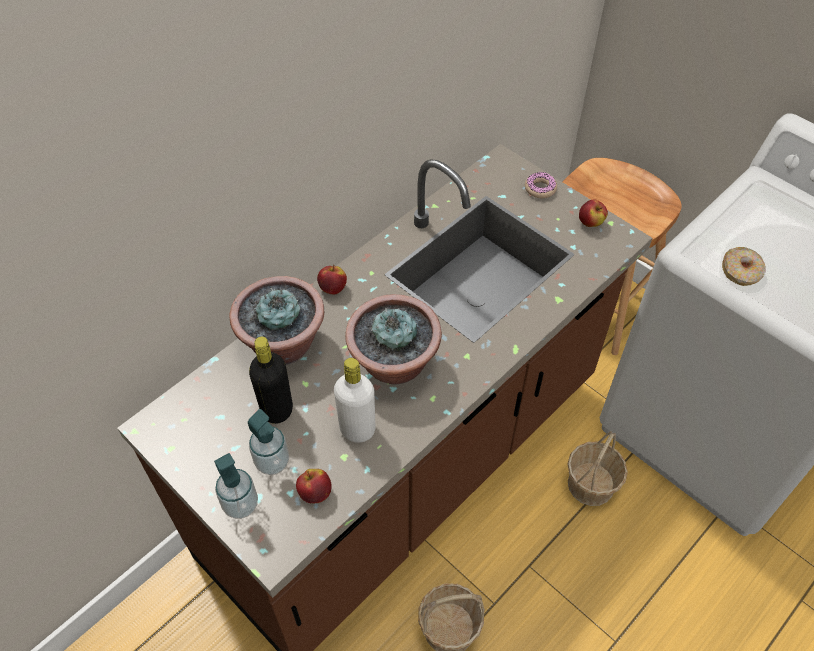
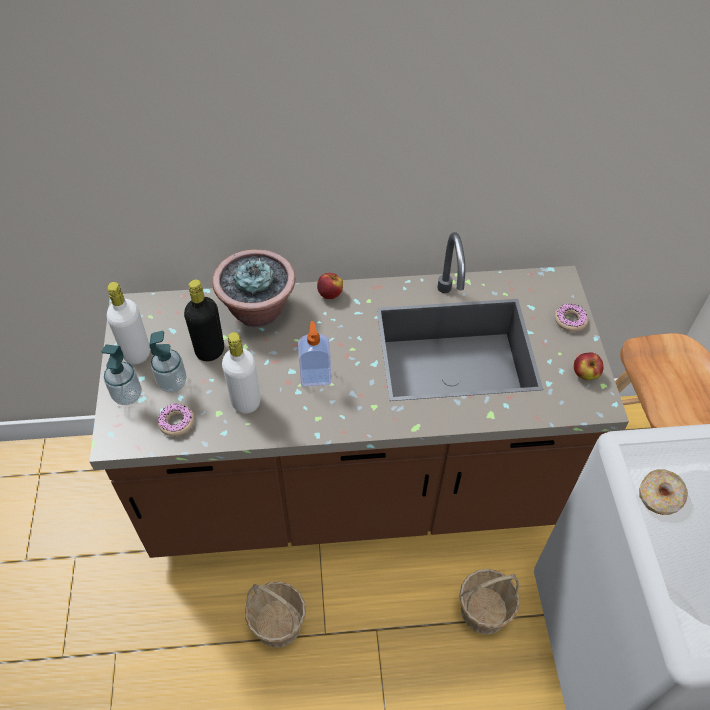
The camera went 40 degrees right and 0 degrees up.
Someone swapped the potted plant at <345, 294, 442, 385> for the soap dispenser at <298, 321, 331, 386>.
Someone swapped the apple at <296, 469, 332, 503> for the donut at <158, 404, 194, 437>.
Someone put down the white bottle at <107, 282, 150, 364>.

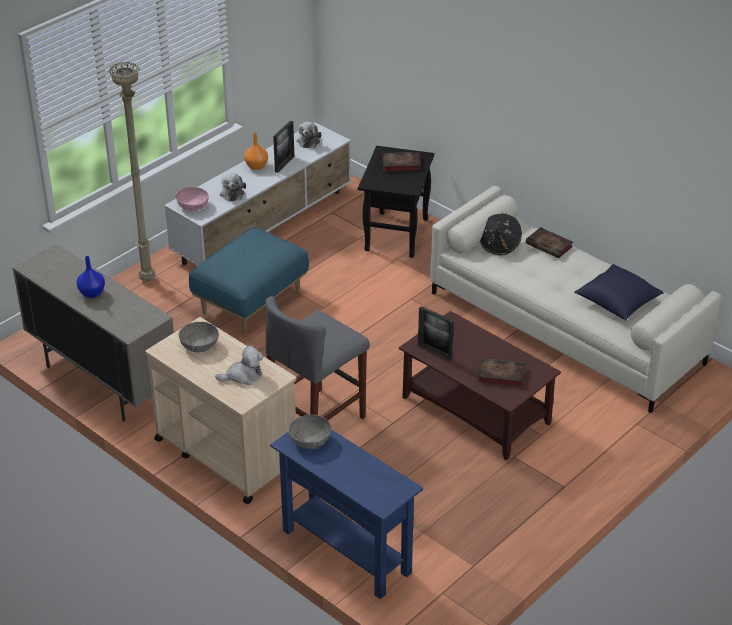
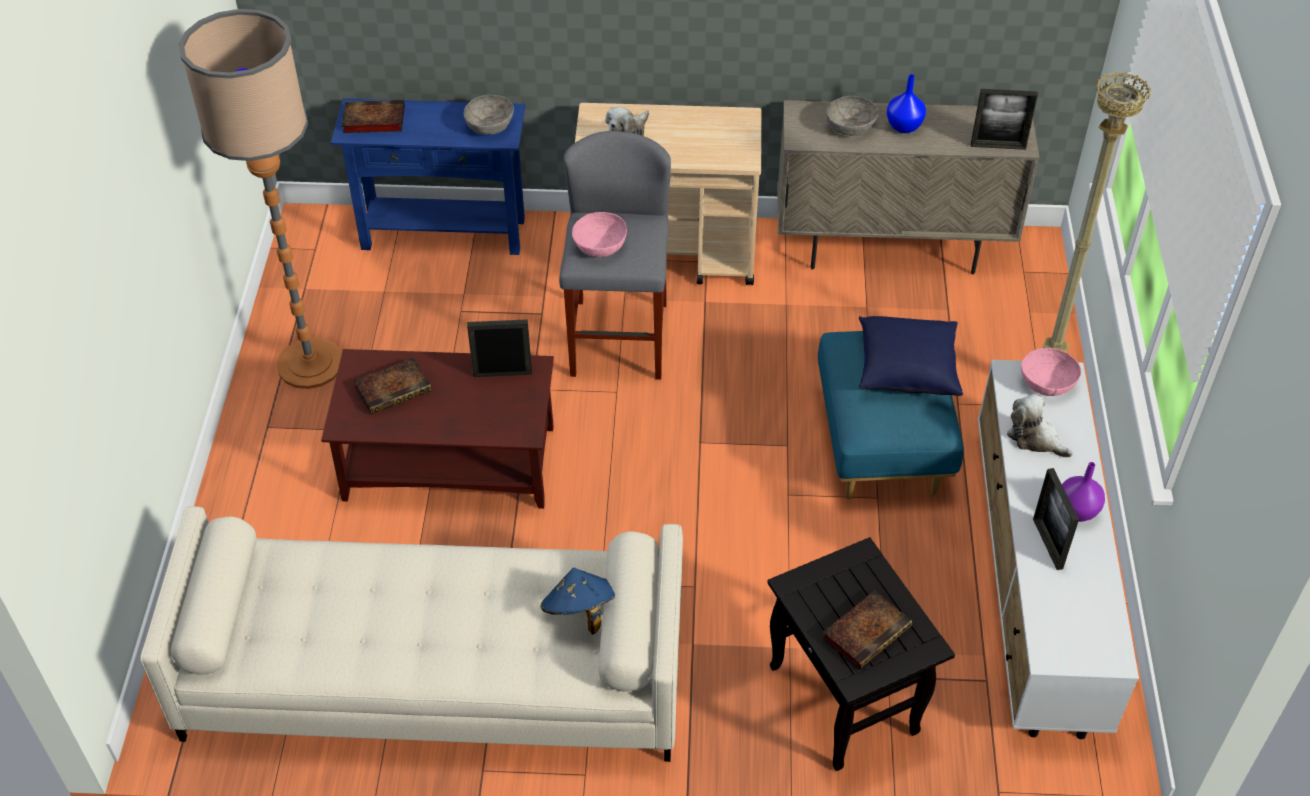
The camera went 140 degrees right and 10 degrees up.
Someone took away the plush toy at <297, 122, 321, 148>.
Someone repainted the orange vase at <244, 133, 268, 170>, which became the purple vase at <1062, 462, 1105, 522>.
Someone repainted the black hat at <480, 213, 522, 255>, which became the blue hat at <541, 568, 615, 634>.
Someone carried the book from <526, 227, 573, 258> to <342, 100, 405, 133>.
Someone carried the blue pillow from <574, 264, 664, 321> to <859, 316, 963, 396>.
Someone carried the grey bowl from <179, 322, 219, 352> to <826, 96, 878, 136>.
Someone put down the floor lamp at <179, 9, 342, 389>.
Someone put down the picture frame at <971, 89, 1038, 150>.
Someone put down the pink bowl at <572, 212, 627, 257>.

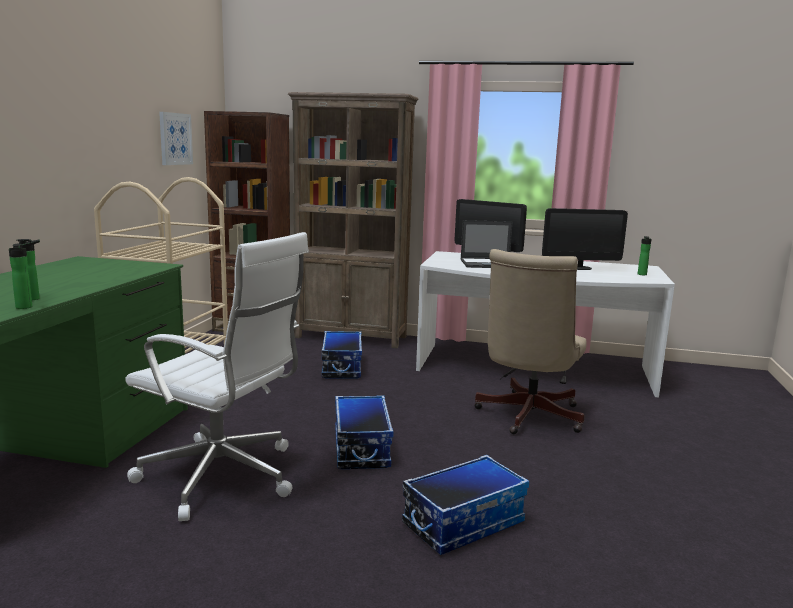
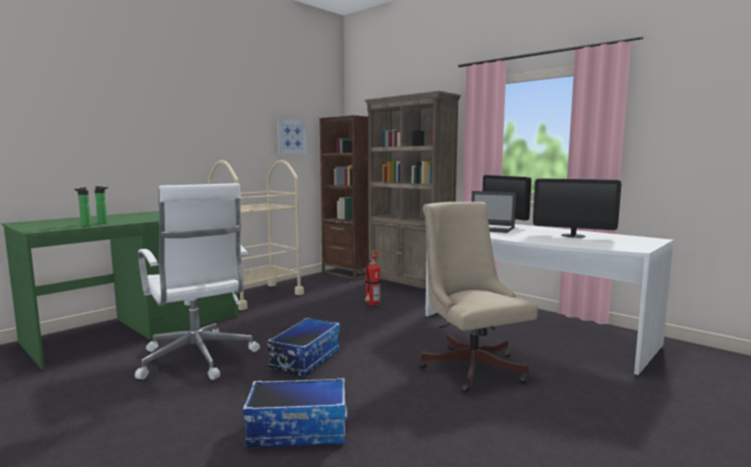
The camera went 30 degrees right and 5 degrees down.
Someone took away the bottle at <638, 236, 651, 275>.
Someone rotated the beige office chair at <474, 249, 587, 434> by 105 degrees clockwise.
Someone swapped the storage box at <322, 331, 362, 379> for the fire extinguisher at <365, 250, 381, 306>.

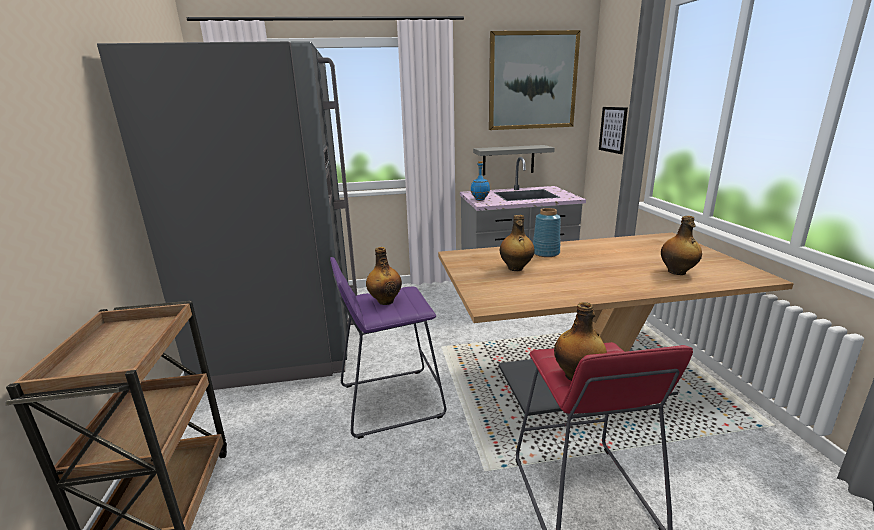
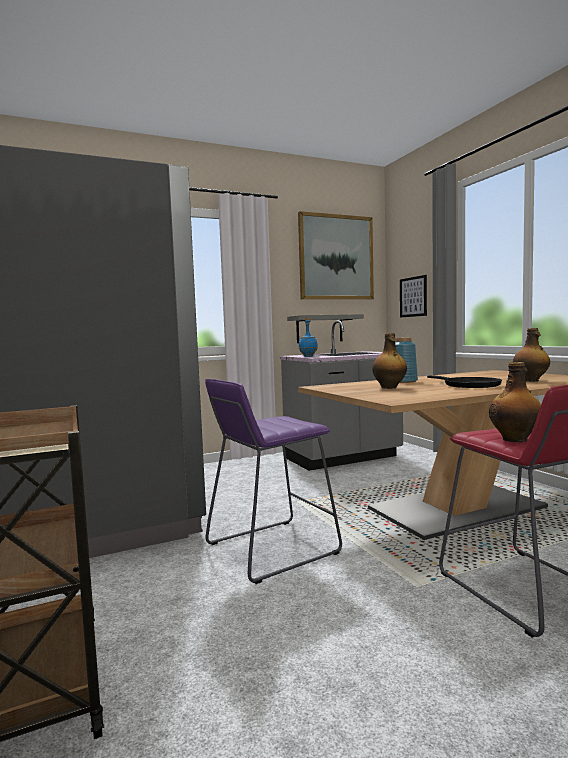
The camera went 15 degrees left and 15 degrees down.
Someone took away the bottle at <366, 247, 402, 305>.
Someone put down the black frying pan at <427, 375, 502, 388>.

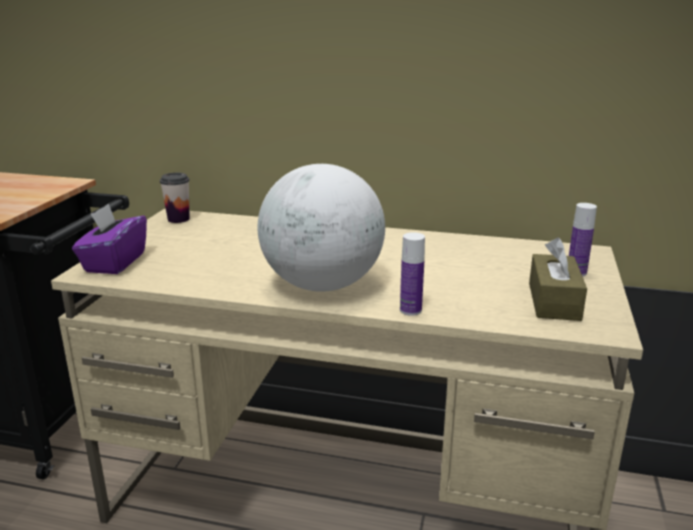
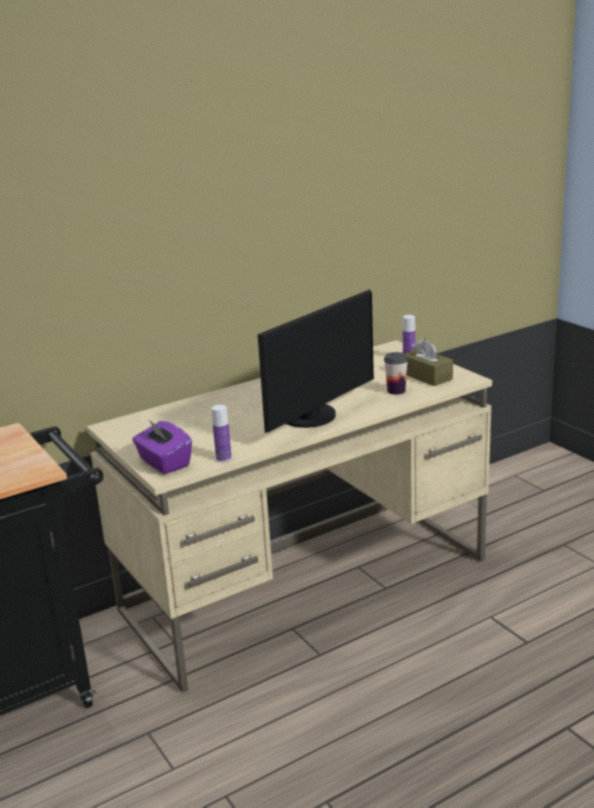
The camera went 45 degrees left and 0 degrees up.
Someone swapped the globe at <257, 164, 385, 292> for the monitor at <258, 289, 374, 433>.
Someone carried the cup from <160, 173, 190, 223> to <384, 352, 408, 395>.
Someone carried the bottle from <400, 232, 425, 316> to <212, 405, 231, 462>.

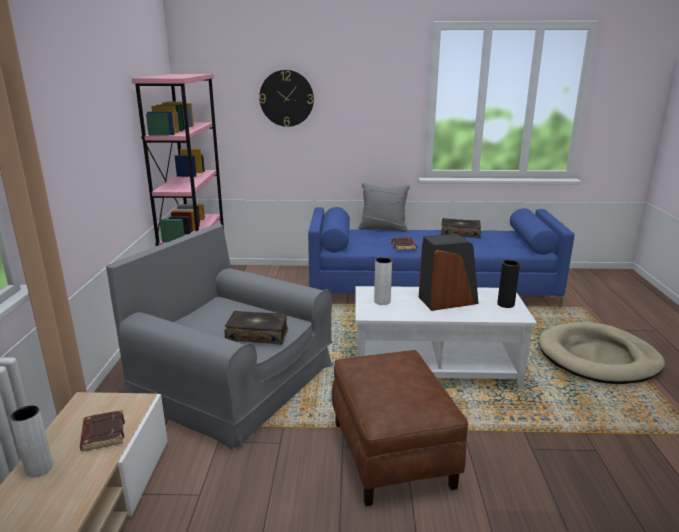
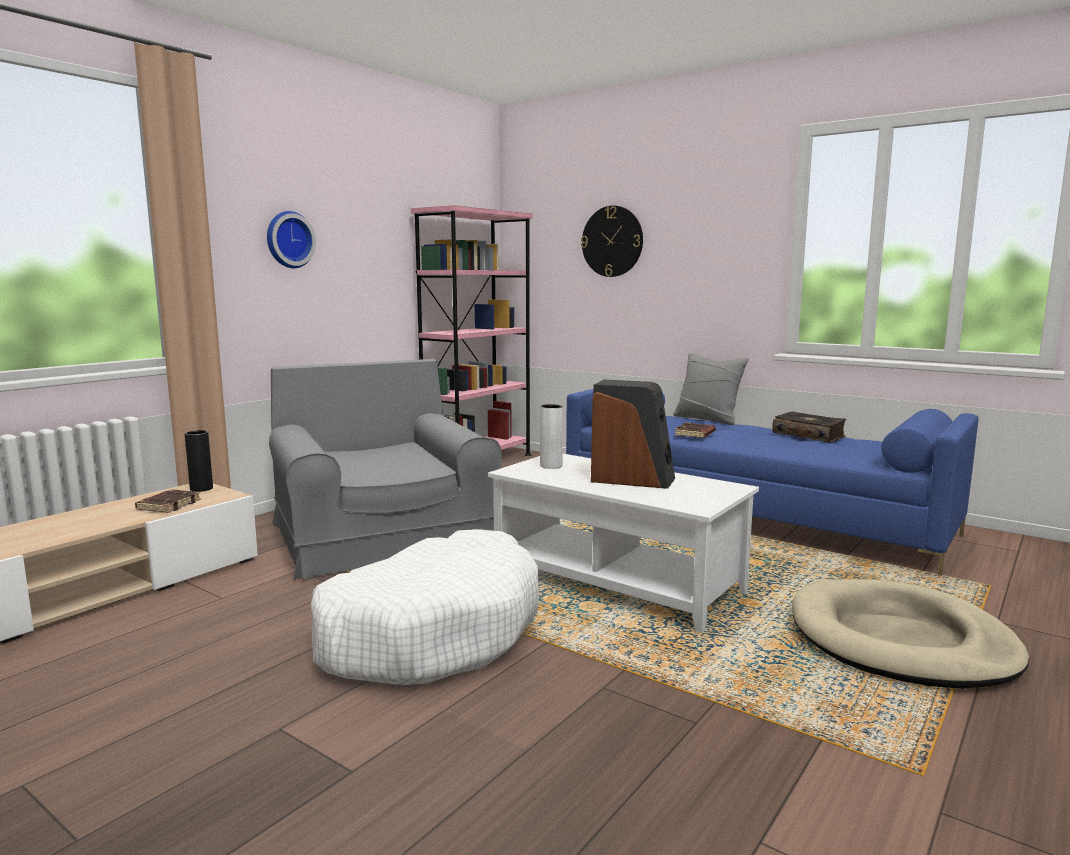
The camera went 35 degrees right and 10 degrees down.
Someone carried the black vase from <497, 260, 520, 308> to <185, 430, 213, 492>.
Someone took away the book at <225, 311, 288, 345>.
Someone swapped the brown ottoman at <332, 350, 468, 506> for the white dog bed at <311, 529, 539, 685>.
Someone took away the white vase at <10, 405, 53, 477>.
Someone put up the wall clock at <267, 211, 316, 268>.

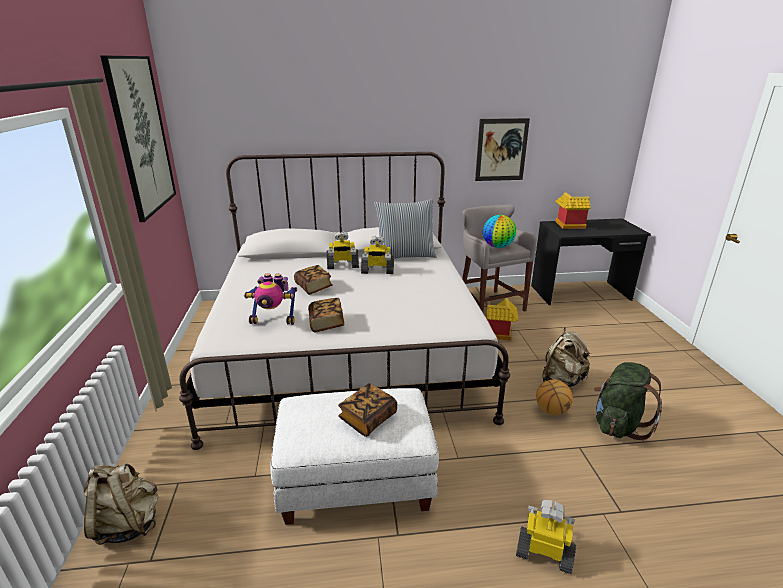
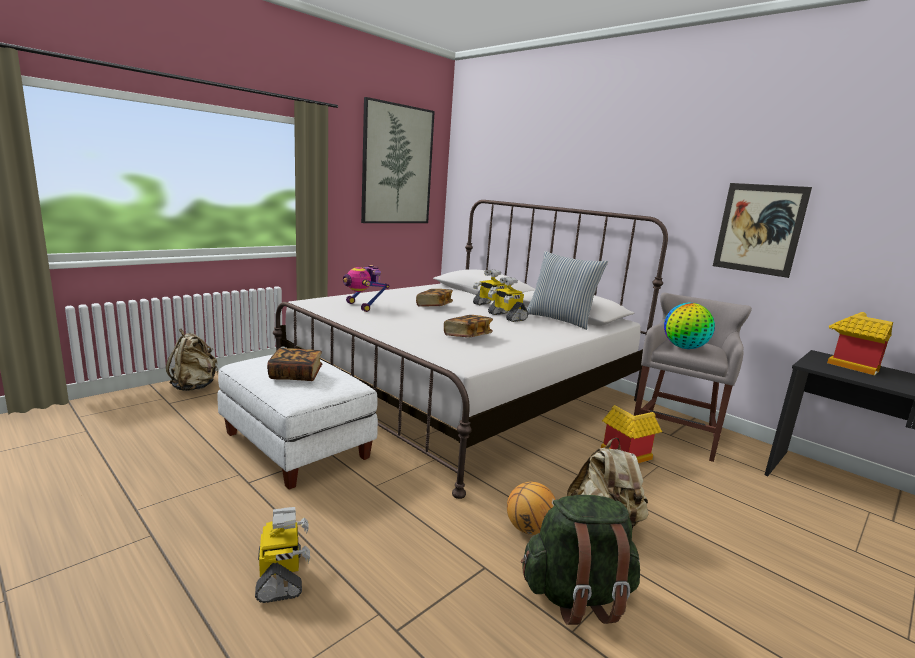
The camera went 50 degrees right and 10 degrees down.
Someone carried the book from <308, 298, 344, 333> to <444, 315, 493, 337>.

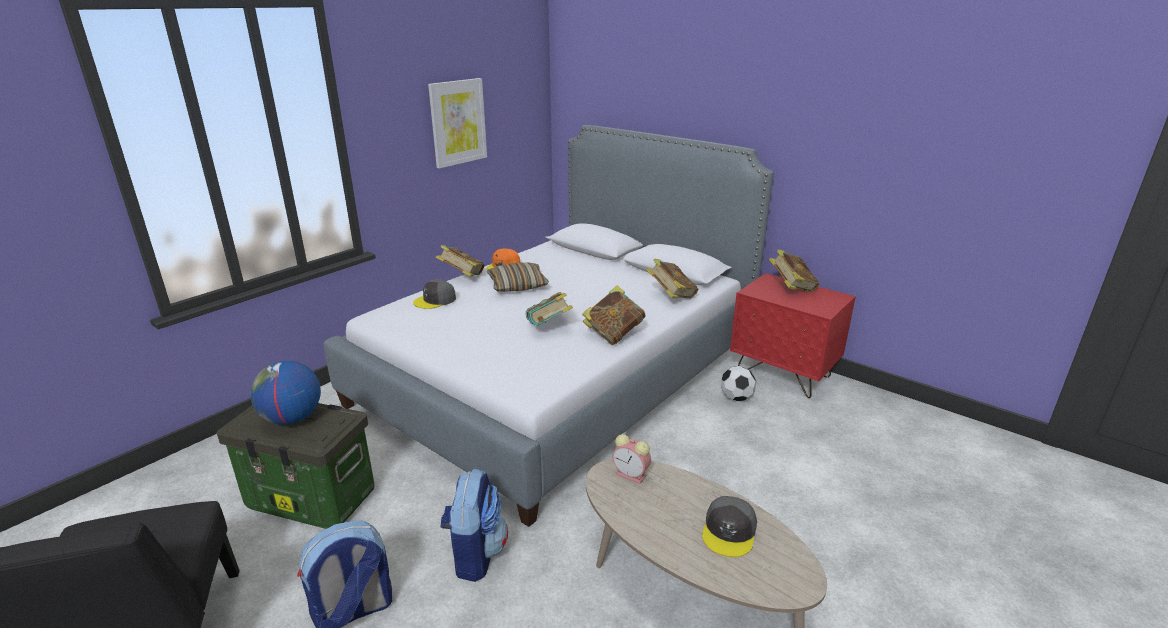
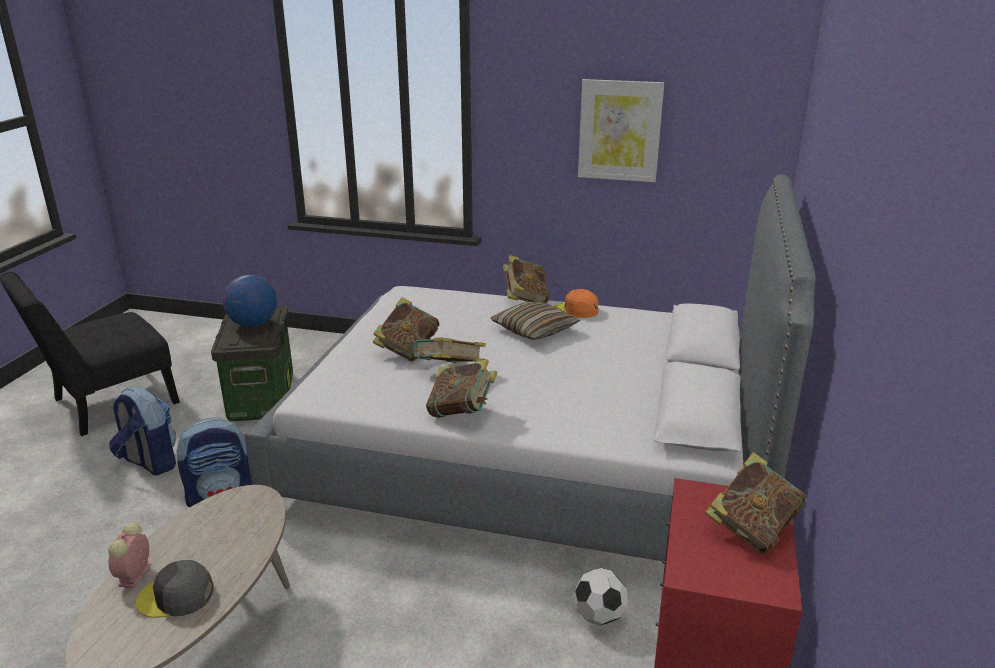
The camera went 65 degrees right and 0 degrees up.
Someone carried the book from <646, 259, 698, 299> to <373, 297, 439, 362>.
Someone took away the grey cap at <413, 280, 456, 309>.
Someone carried the alarm clock from <612, 434, 651, 484> to <108, 523, 151, 588>.

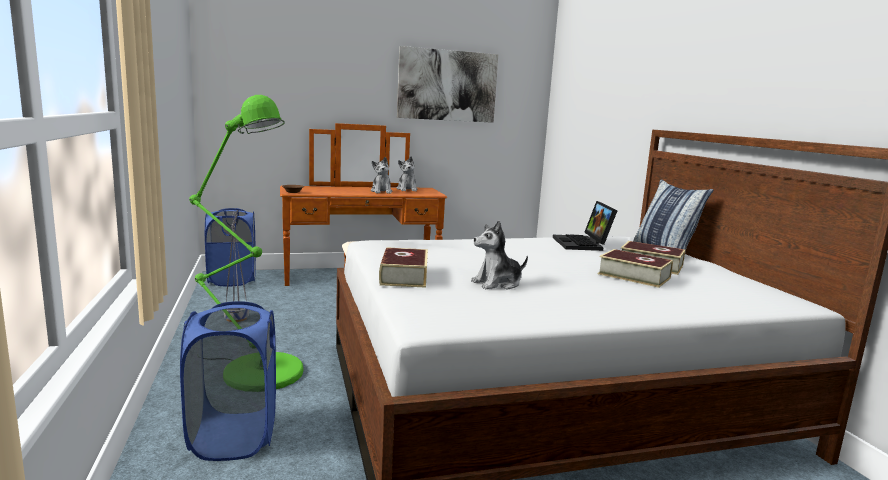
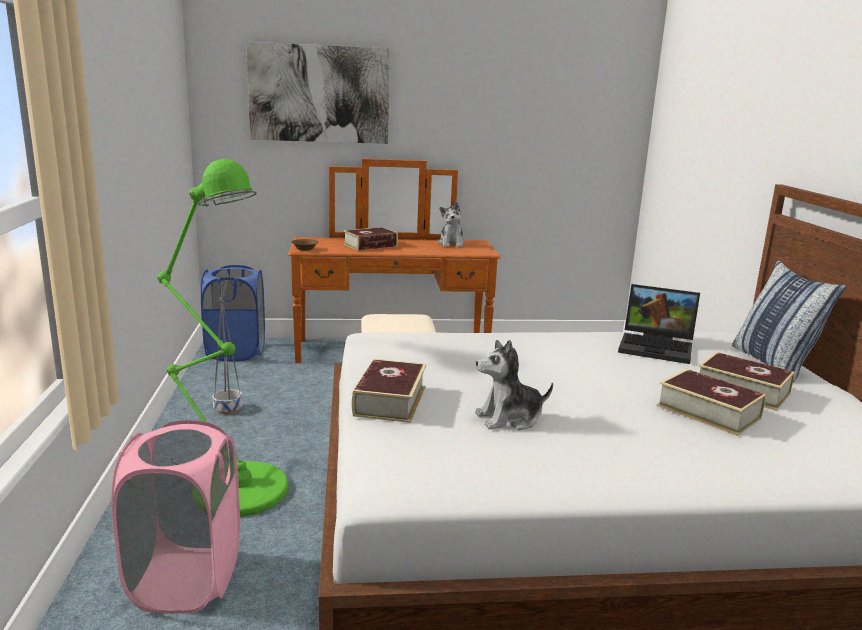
The camera went 10 degrees right and 5 degrees up.
Someone carried the picture from <397, 46, 498, 123> to <246, 42, 390, 144>.
Someone took away the plush toy at <371, 157, 393, 194>.
Someone rotated the laptop at <553, 201, 618, 251> by 75 degrees counterclockwise.
Someone repainted the blue laundry basket at <180, 301, 276, 461>, which became the pink laundry basket at <111, 420, 240, 613>.
Someone put down the book at <343, 227, 398, 251>.

